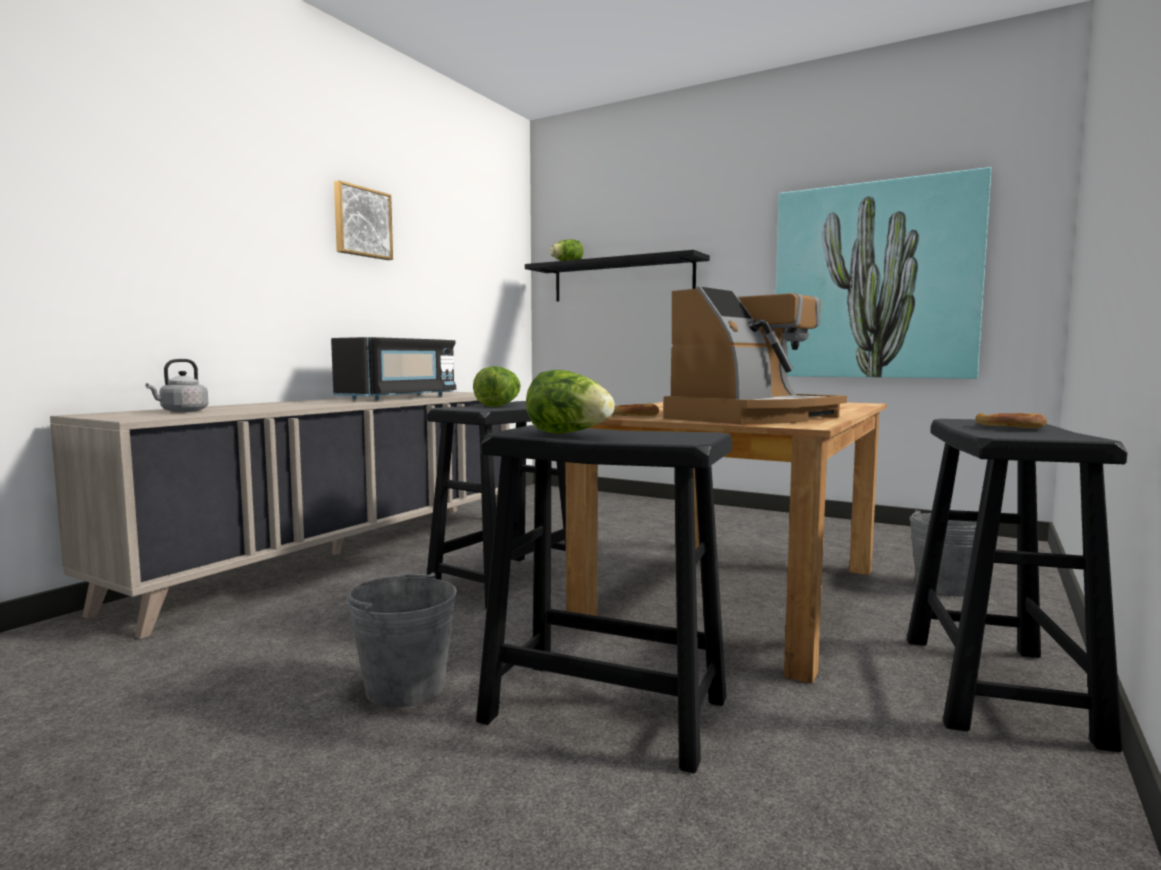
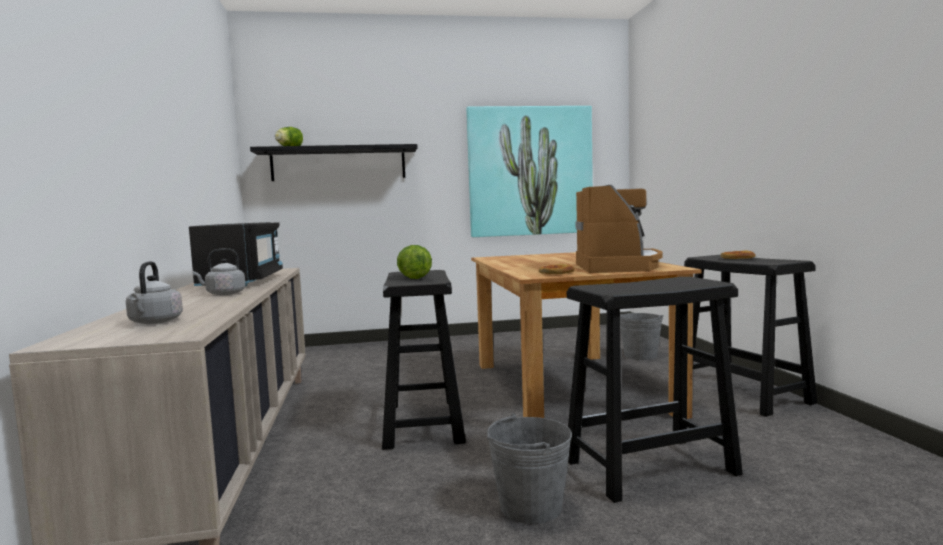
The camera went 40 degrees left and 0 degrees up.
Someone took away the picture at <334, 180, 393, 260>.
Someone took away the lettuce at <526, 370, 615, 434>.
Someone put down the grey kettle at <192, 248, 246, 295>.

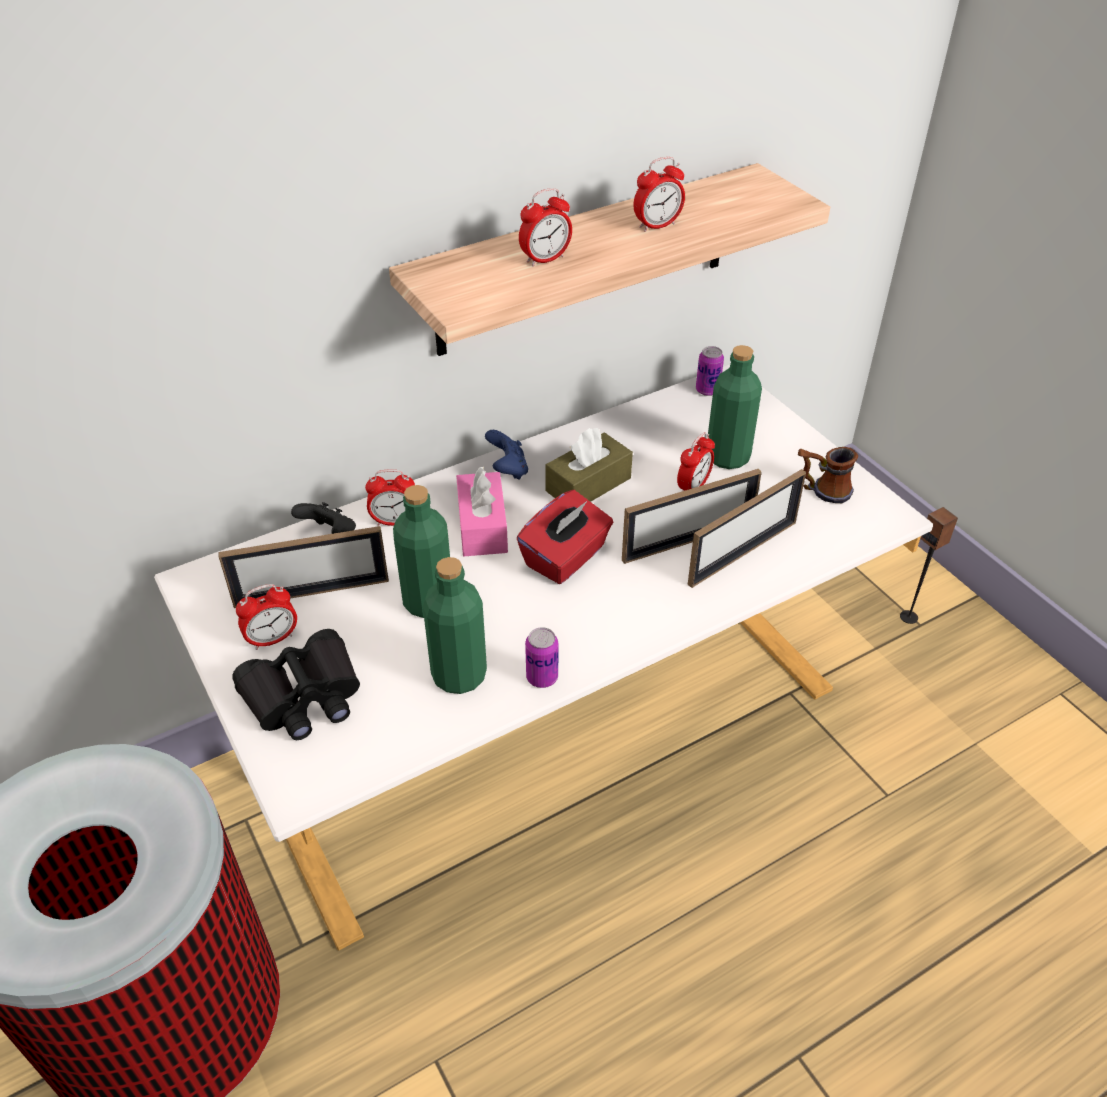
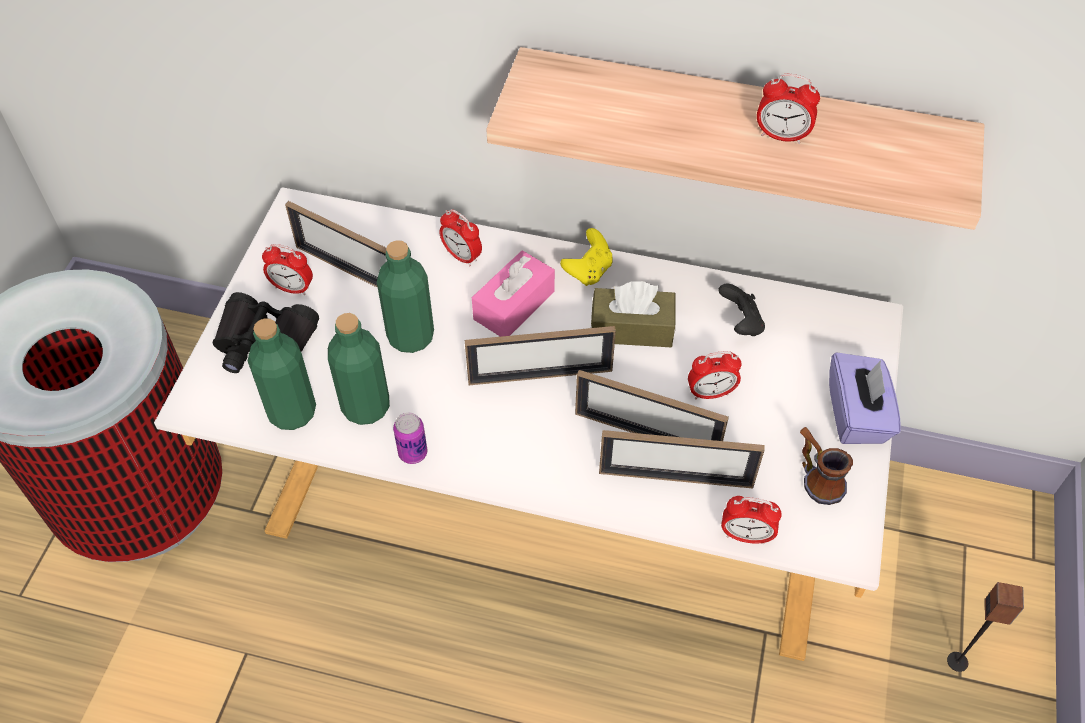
The camera went 45 degrees right and 10 degrees up.
Someone carried the alarm clock from <519, 188, 572, 267> to <721, 496, 782, 544>.
Someone carried the green bottle from <708, 345, 762, 469> to <248, 318, 316, 430>.
Someone took away the can at <696, 346, 724, 396>.
Someone repainted the blue game controller at <485, 430, 528, 480>, which became the yellow game controller at <560, 228, 613, 286>.
Someone swapped the red tissue box at <517, 490, 613, 584> for the picture frame at <465, 326, 616, 385>.
Someone carried the black game controller from <291, 502, 356, 534> to <718, 283, 765, 336>.
Someone put down the purple tissue box at <829, 352, 901, 444>.

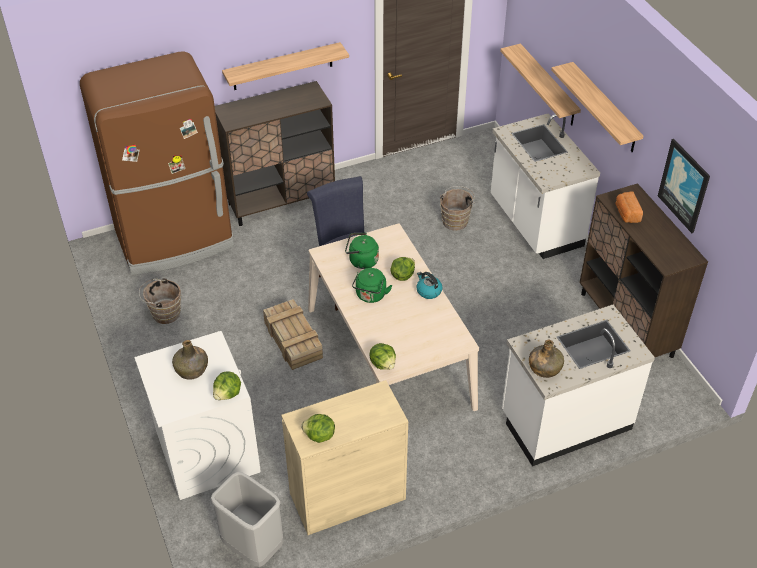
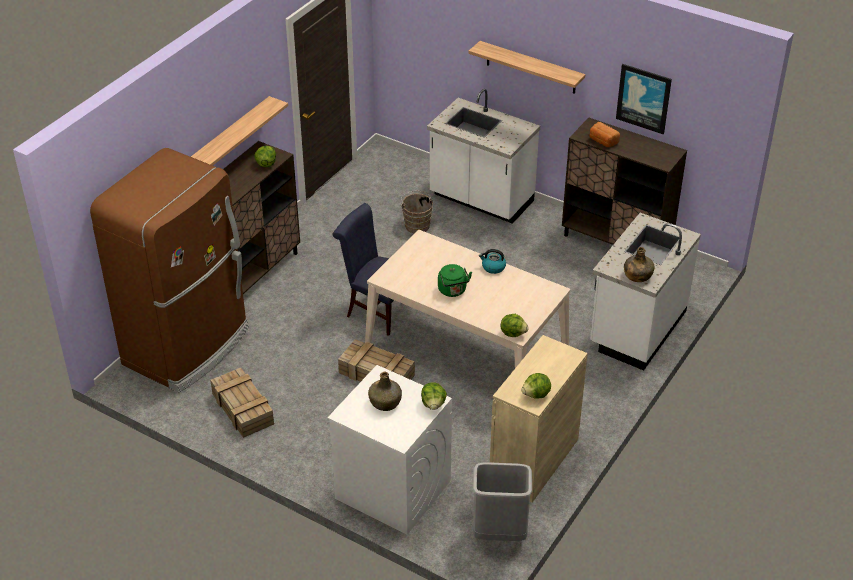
The camera went 35 degrees left and 5 degrees down.
Someone took away the shelf at <500, 44, 581, 125>.
Someone took away the green kettle at <345, 233, 379, 269>.
Someone carried the lettuce from <390, 257, 415, 281> to <254, 146, 276, 167>.
Someone swapped the brown bucket at <139, 277, 181, 324> for the crate at <210, 368, 274, 438>.

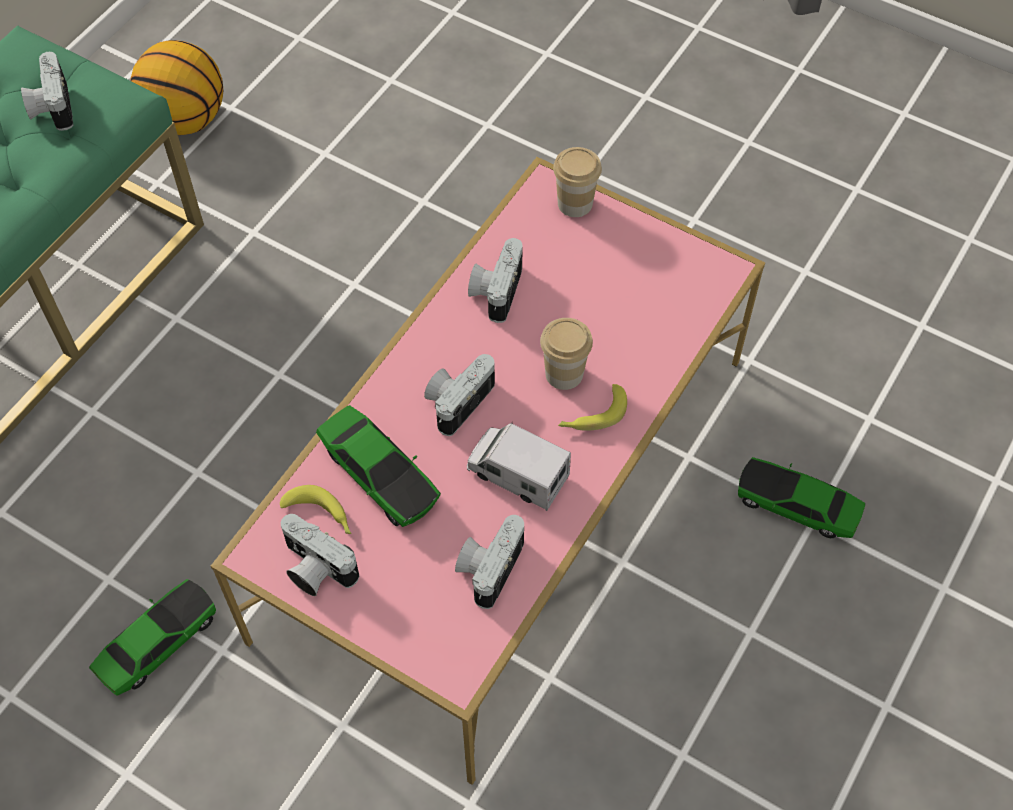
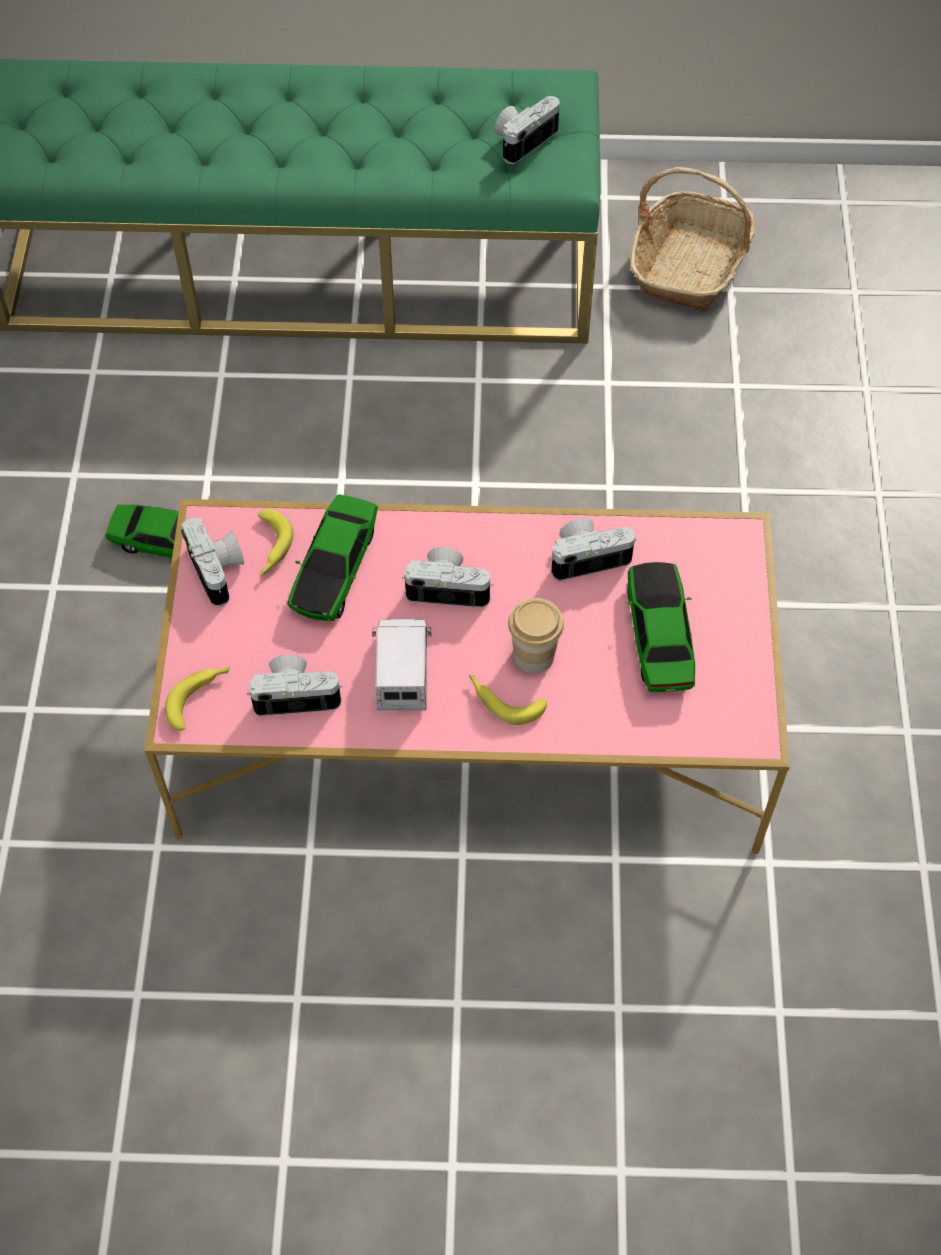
The camera went 60 degrees right and 0 degrees up.
Someone swapped the basketball at <130, 40, 223, 135> for the basket at <630, 167, 756, 312>.
Someone took away the cup at <553, 147, 602, 217>.
Someone carried the toy car from <738, 457, 865, 538> to <627, 562, 695, 692>.
Someone rotated the photo camera at <281, 514, 359, 596> by 150 degrees clockwise.
Someone put down the banana at <165, 666, 230, 731>.

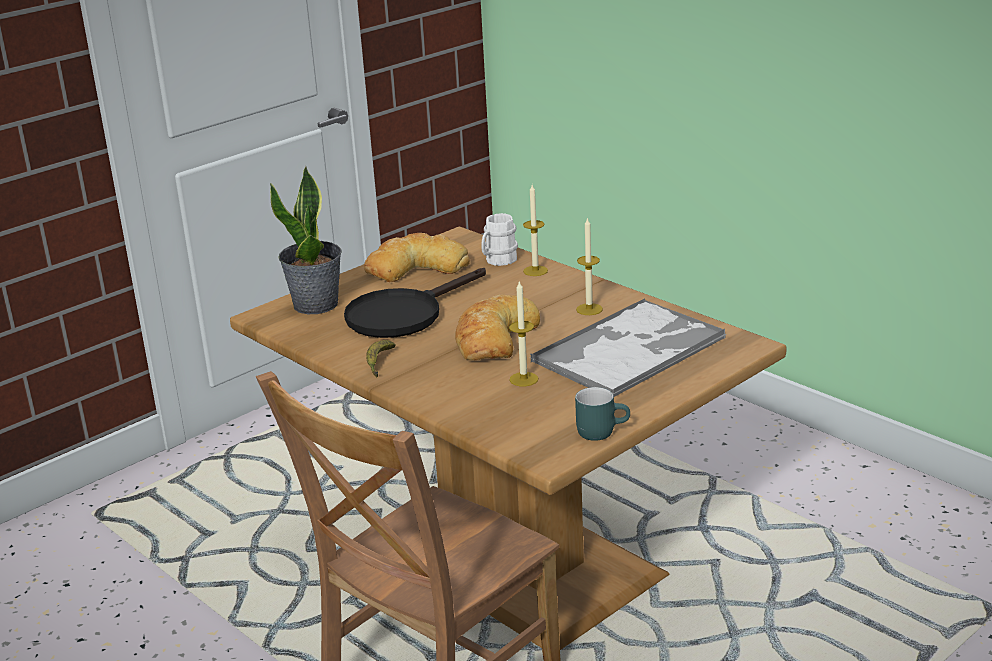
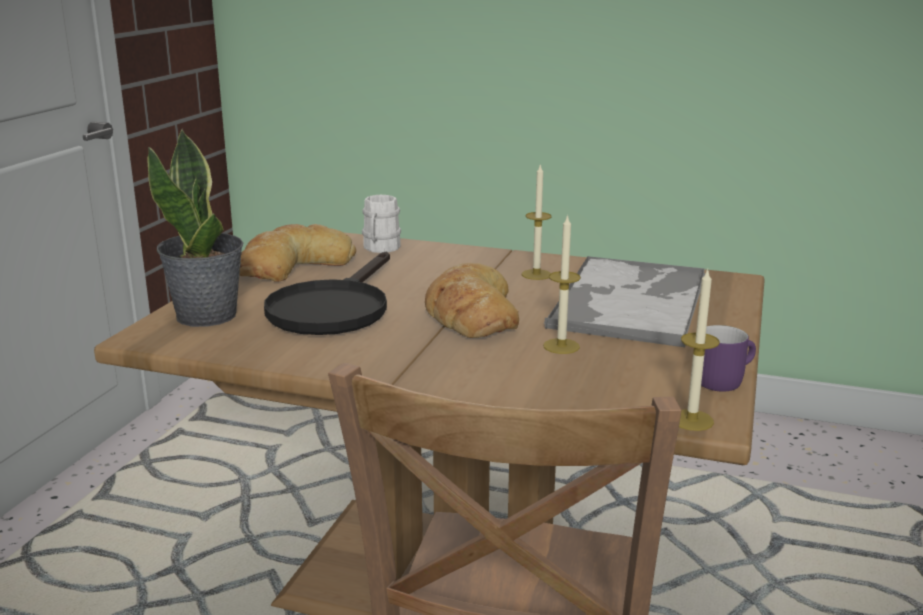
The camera went 30 degrees left and 5 degrees down.
Someone carried the candle from <523, 185, 548, 276> to <679, 269, 720, 431>.
Someone took away the banana at <366, 340, 396, 377>.
Someone repainted the turquoise mug at <575, 387, 630, 441>, which became the purple mug at <701, 325, 756, 392>.

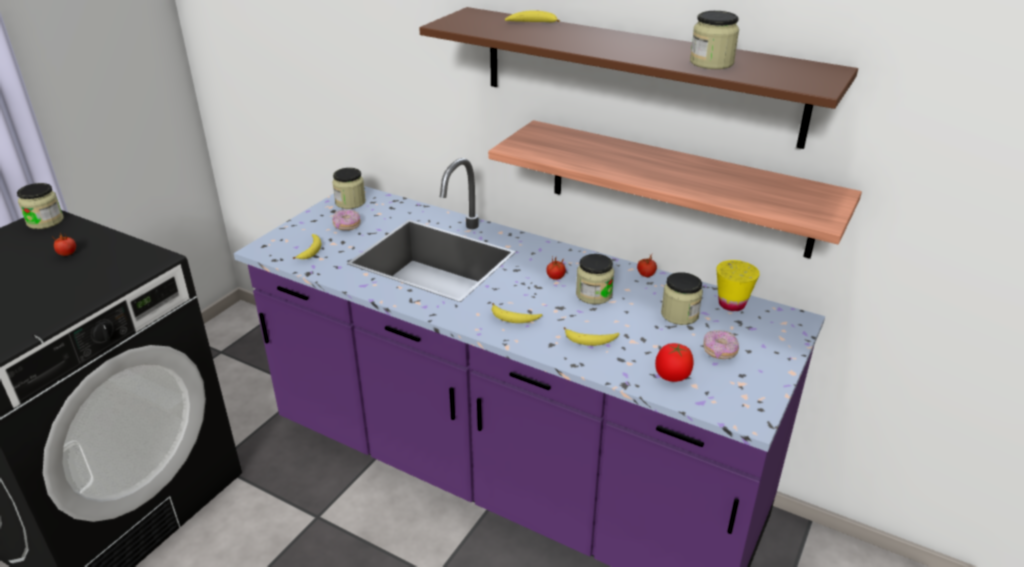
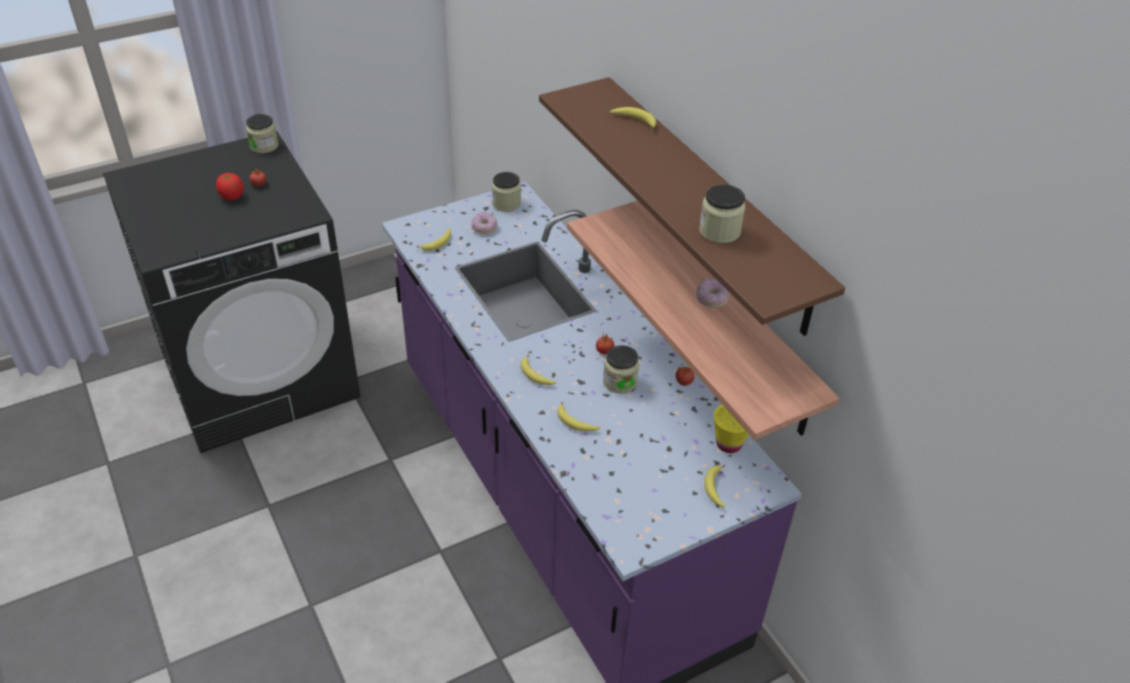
The camera went 30 degrees right and 10 degrees up.
Someone took away the jar at <661, 272, 703, 325>.
Someone carried the donut from <703, 330, 739, 359> to <696, 279, 729, 308>.
Someone carried the tomato from <655, 343, 693, 382> to <216, 173, 244, 201>.
Someone put down the banana at <704, 465, 725, 508>.

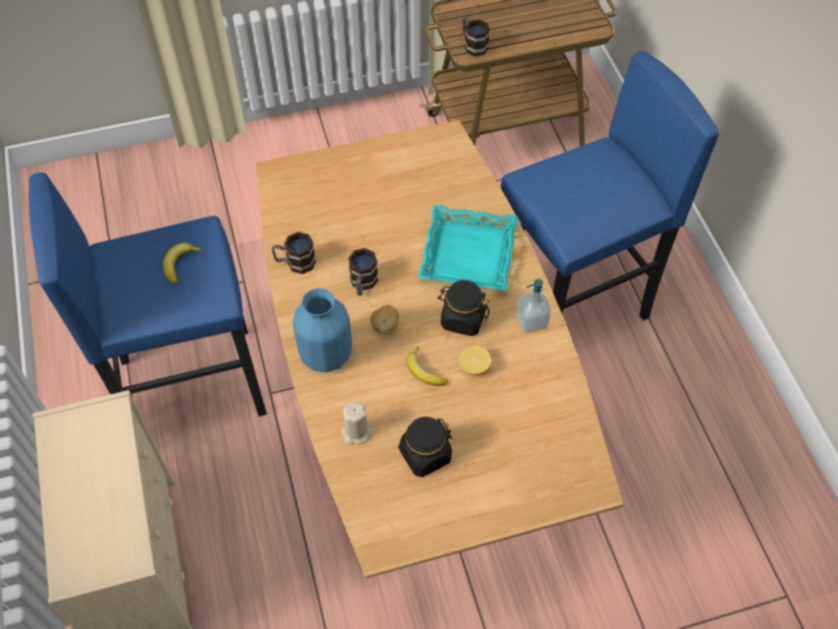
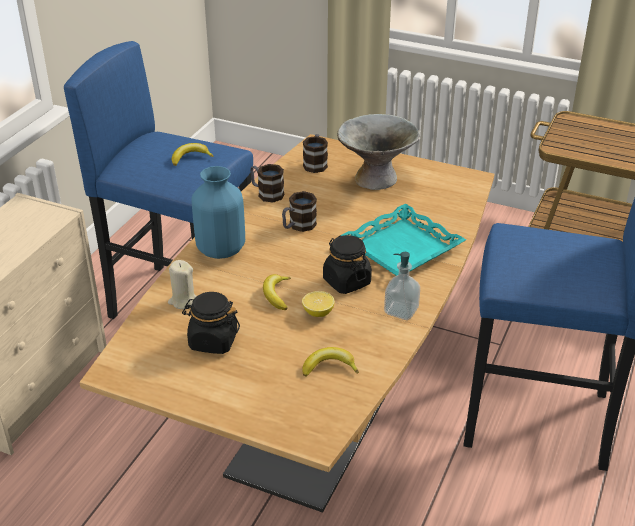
The camera went 40 degrees right and 20 degrees down.
Someone carried the mug from <463, 18, 490, 56> to <303, 134, 328, 173>.
Someone took away the potato at <370, 305, 399, 334>.
Someone put down the grey bowl at <337, 114, 420, 190>.
Someone put down the banana at <302, 347, 359, 377>.

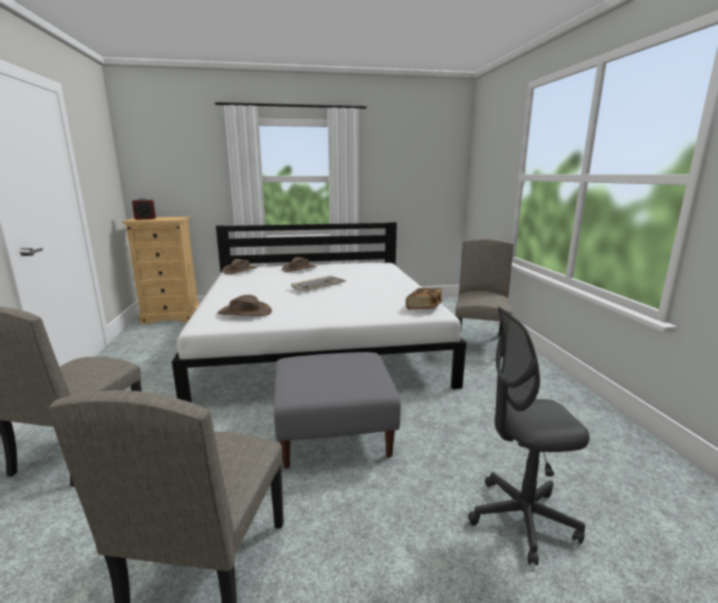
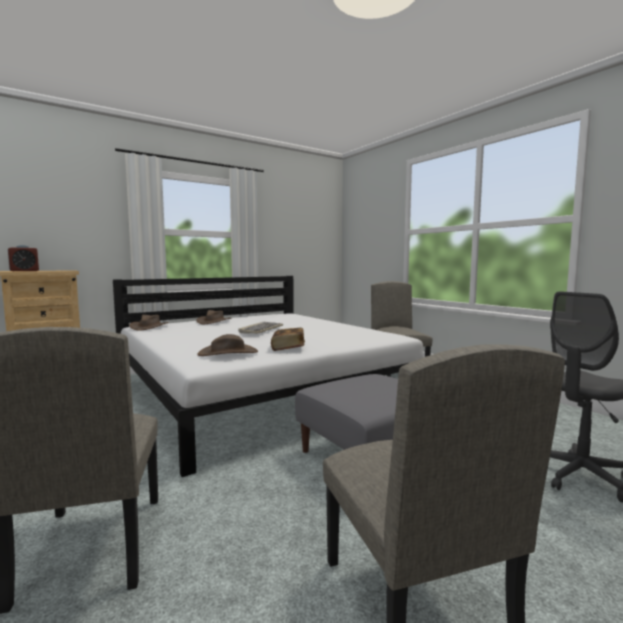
The camera went 25 degrees left and 10 degrees down.
Someone carried the book from <406, 288, 443, 309> to <271, 328, 305, 351>.

